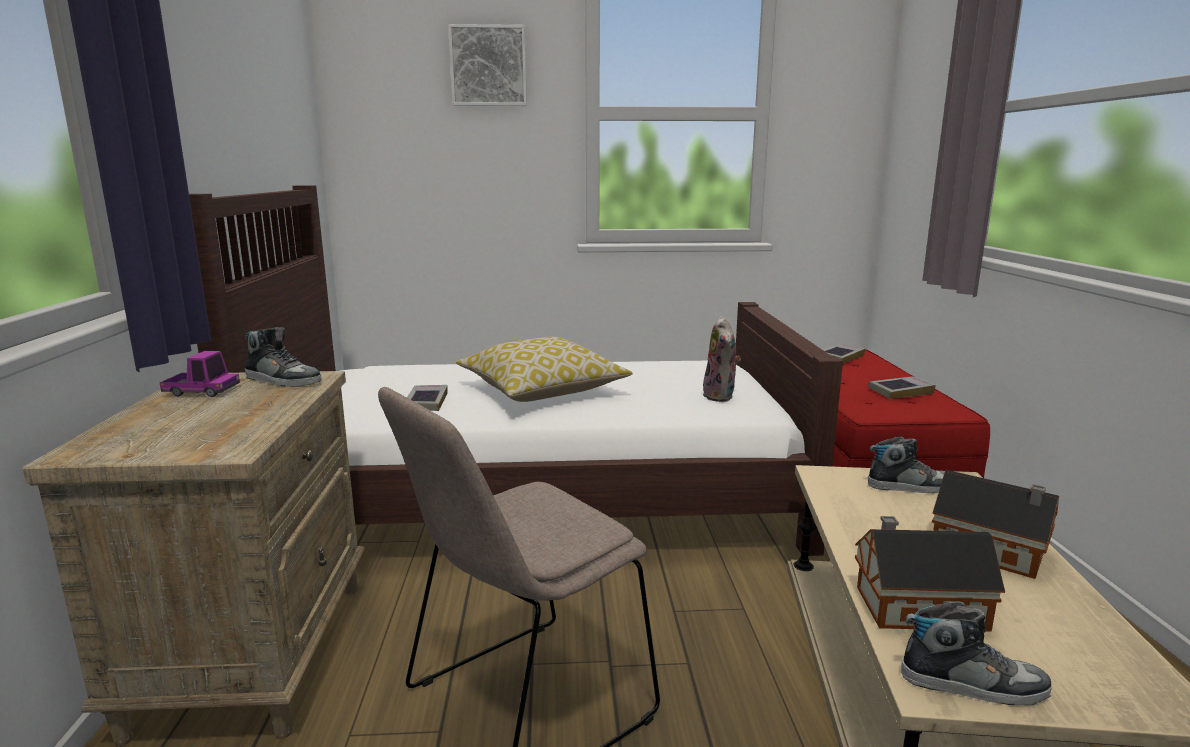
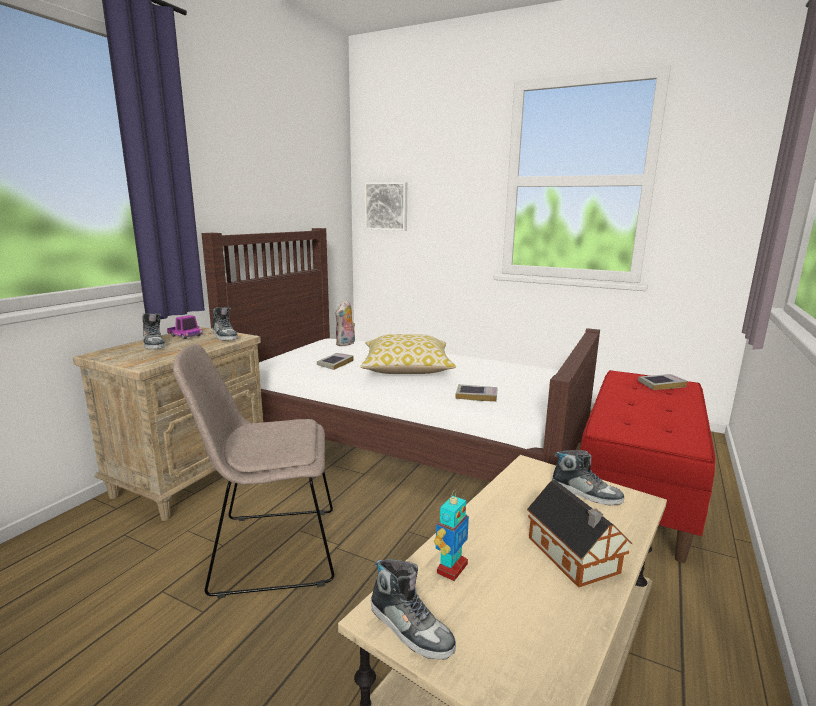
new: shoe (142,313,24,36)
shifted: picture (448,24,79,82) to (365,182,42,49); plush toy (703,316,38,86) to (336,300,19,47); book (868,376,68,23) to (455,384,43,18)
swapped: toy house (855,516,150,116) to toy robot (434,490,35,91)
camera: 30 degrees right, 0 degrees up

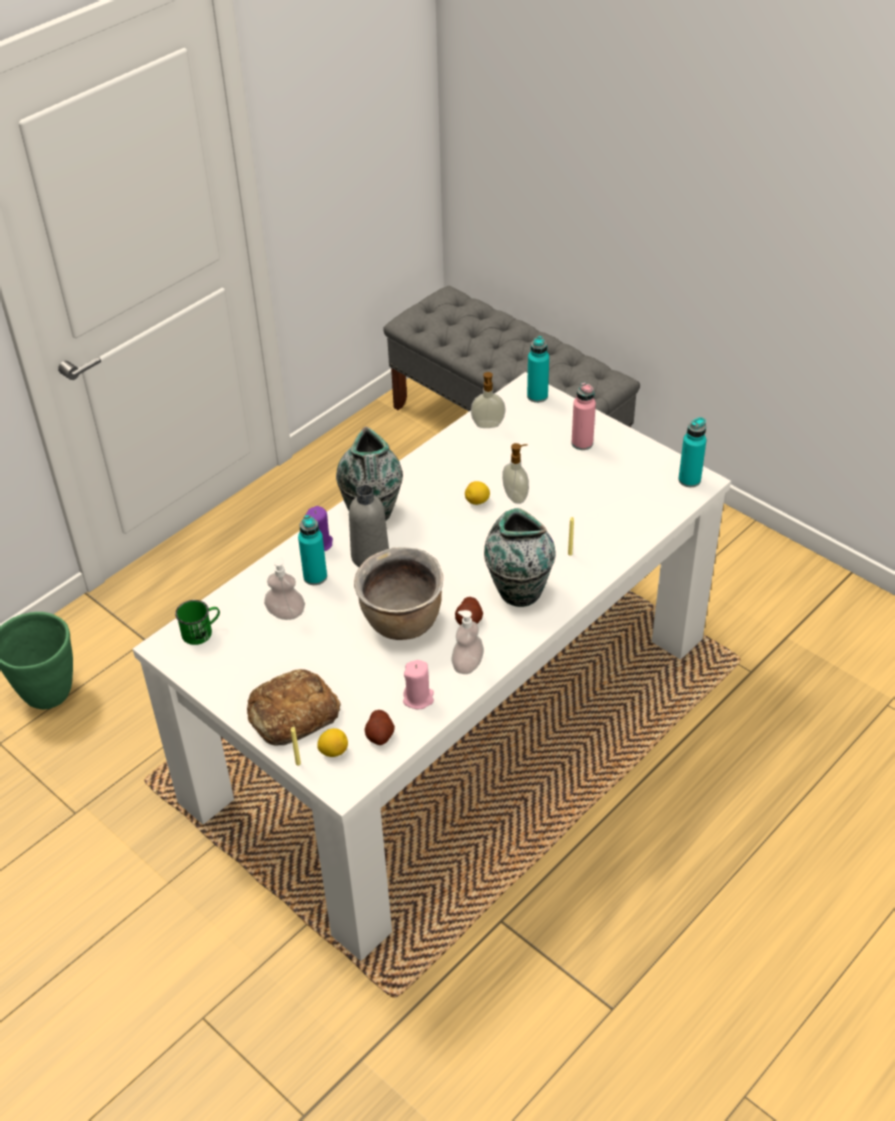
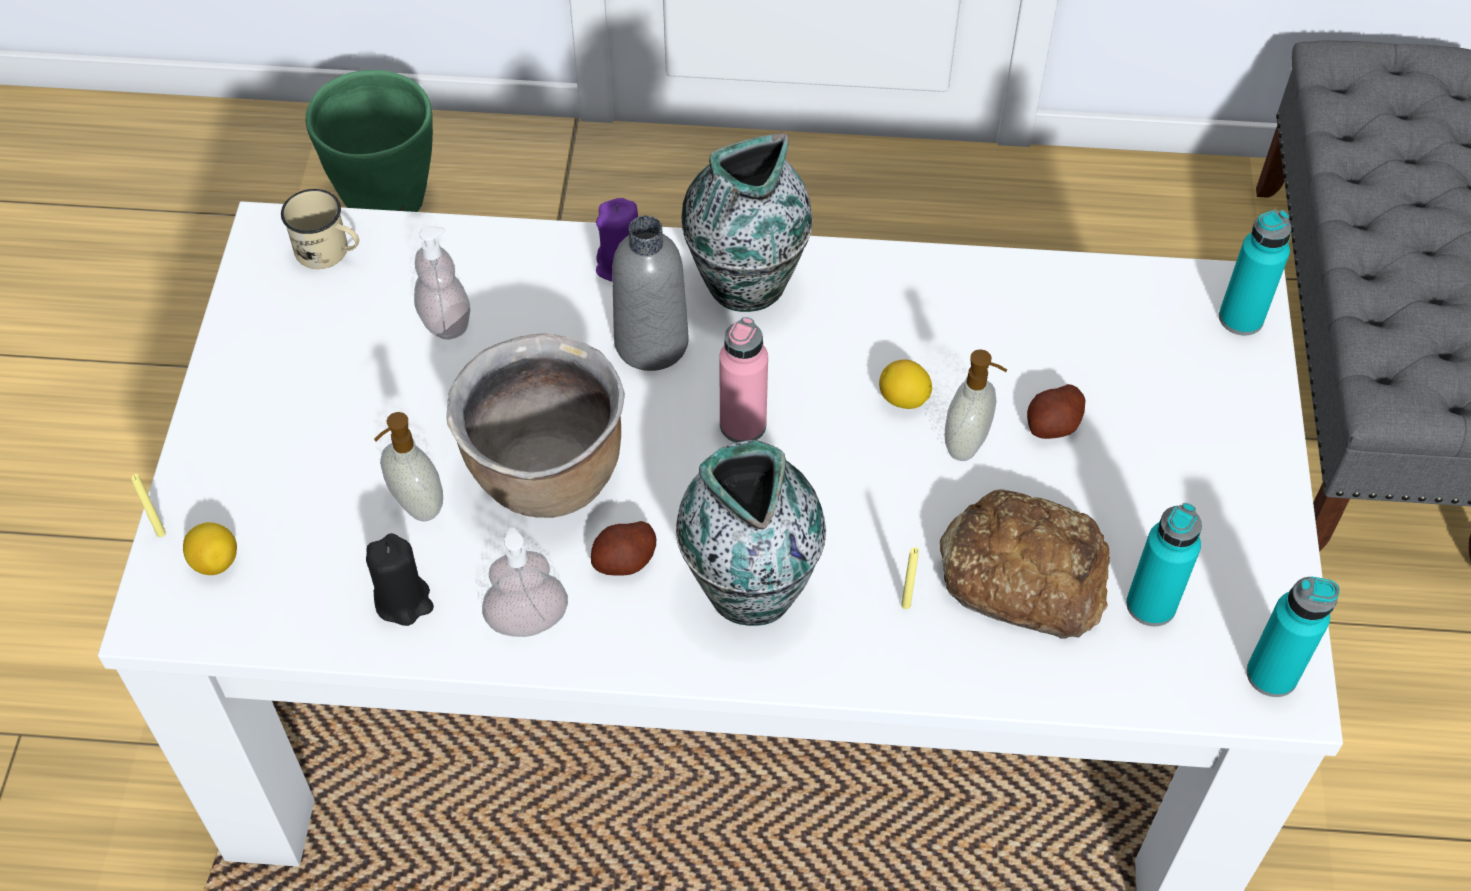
shifted: bread (247,669,94,76) to (940,490,170,149); turquoise bottle (298,515,29,70) to (1126,503,76,123); potato (364,710,31,35) to (1027,384,58,55); soap dispenser (471,372,35,56) to (374,412,69,110); pink bottle (572,382,24,68) to (719,317,49,126)
repainted: green mug (175,600,45,45) to beige mug (281,189,78,80); pink candle (403,660,31,49) to black candle (366,533,68,93)
camera: 50 degrees right, 10 degrees up

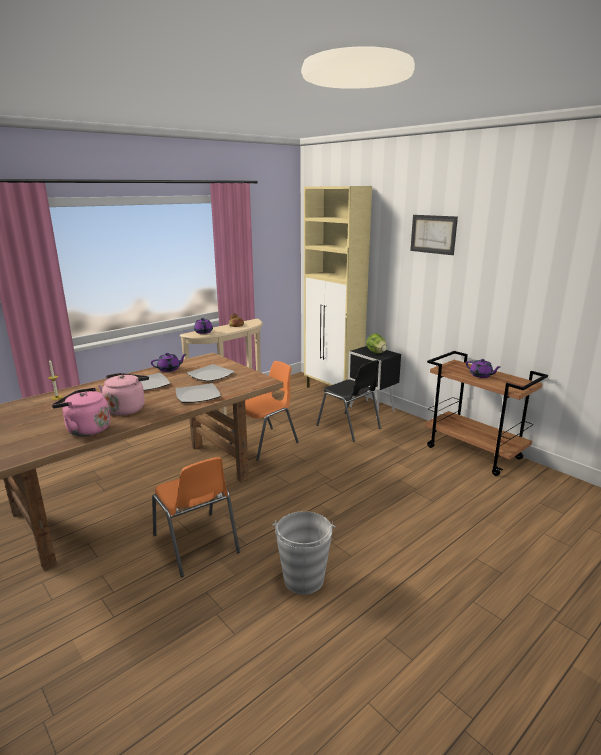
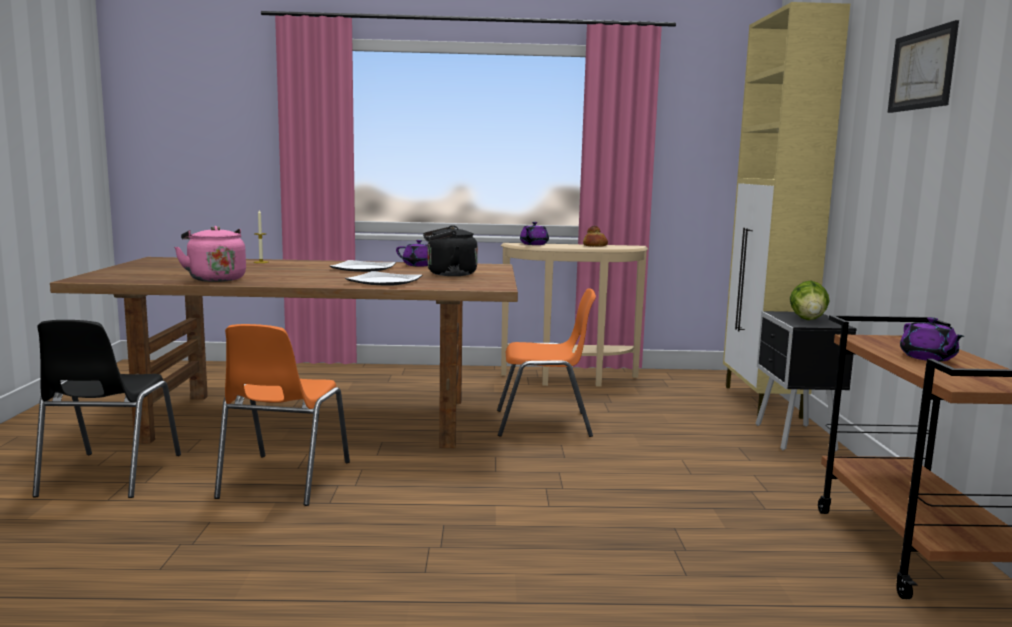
gone: pink kettle (98,373,51,42); grey bucket (272,511,64,84)
shifted: black chair (316,360,65,82) to (32,320,149,178)
swapped: plate (187,364,48,18) to black kettle (423,225,55,51)
camera: 40 degrees right, 10 degrees down

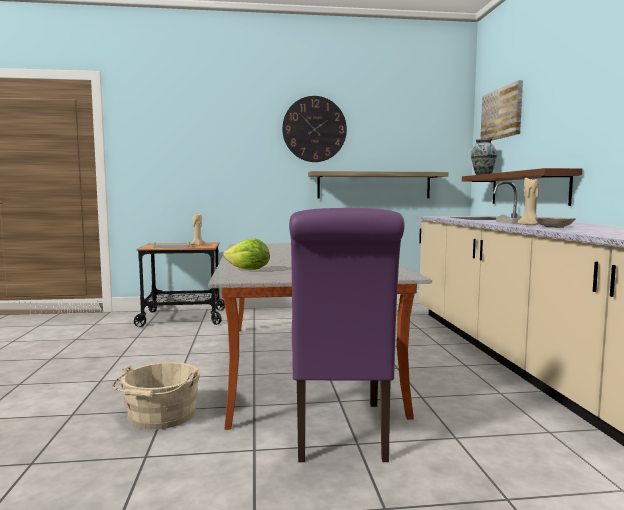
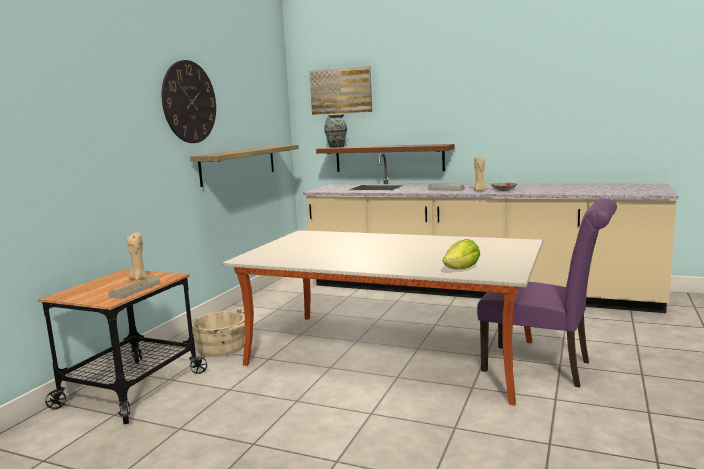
shifted: beige bucket (113,362,87,68) to (192,308,53,49)
camera: 60 degrees left, 5 degrees up

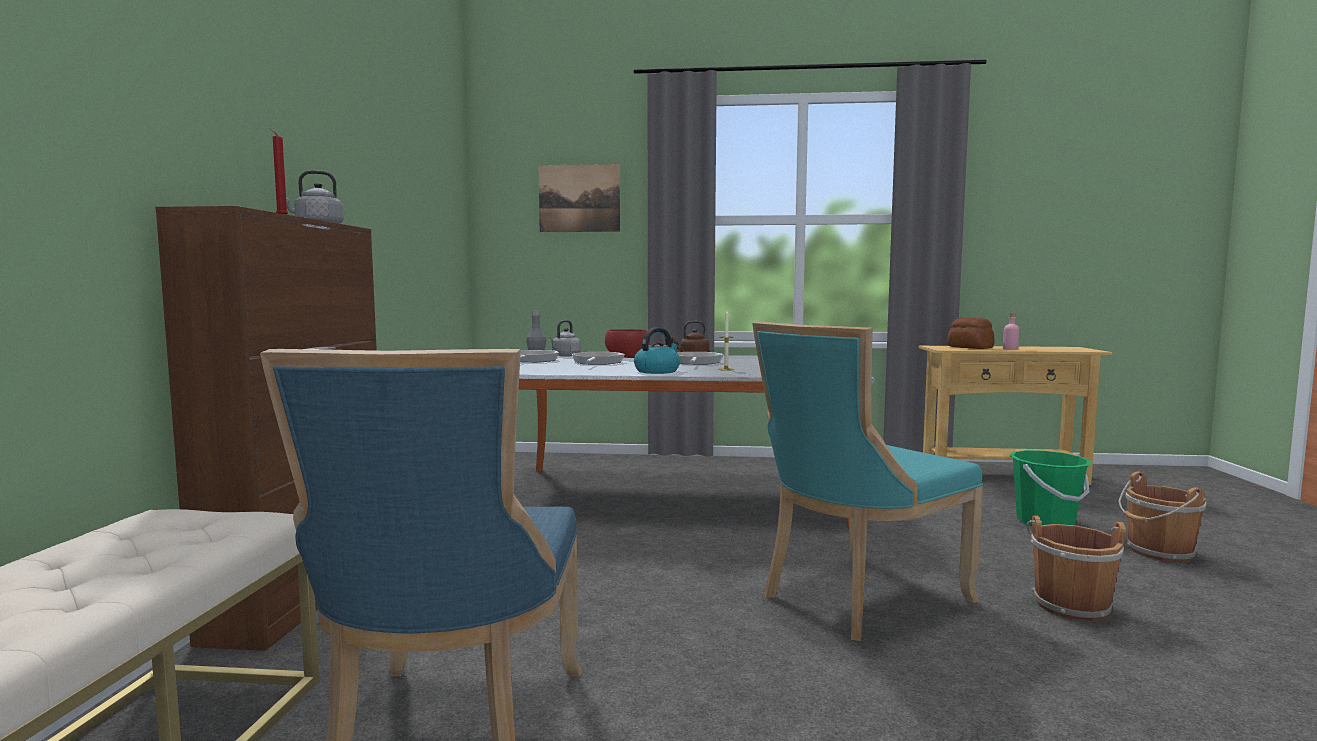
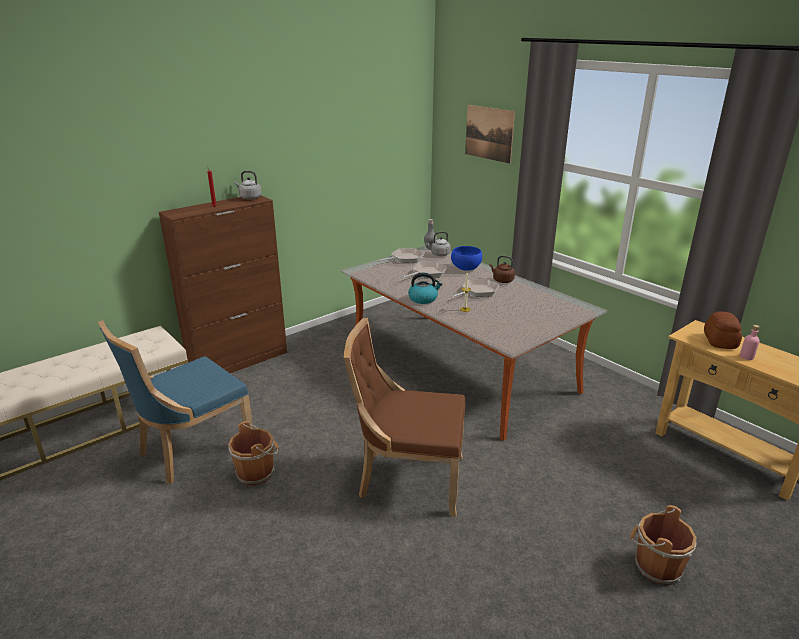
gone: green bucket (1009,450,83,76)
shifted: brown bucket (1027,516,99,105) to (228,421,51,64)
repainted: red bowl (605,329,45,29) to blue bowl (451,246,31,25); turquoise chair (752,322,231,319) to brown chair (344,318,121,199)
camera: 45 degrees right, 20 degrees up

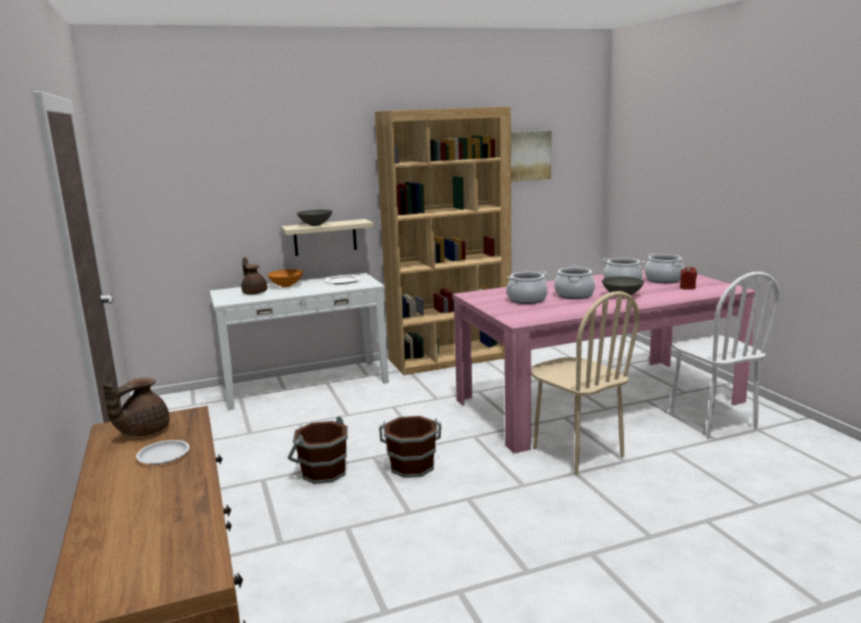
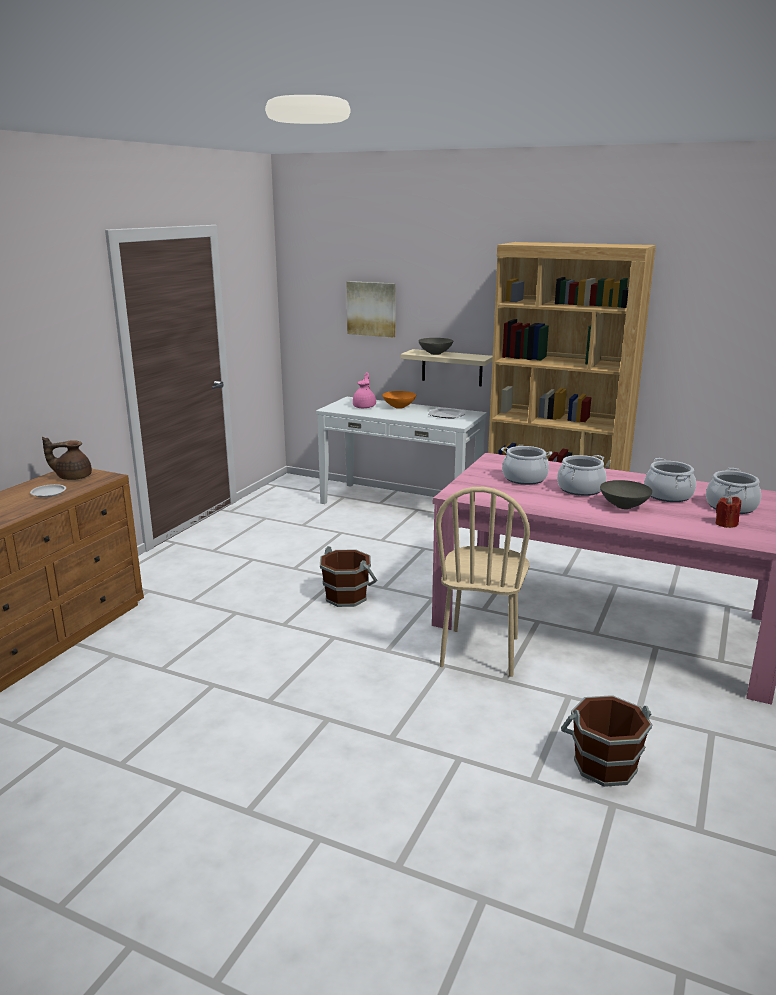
gone: white chair (669,272,111,167)
shifted: brown bucket (288,416,60,68) to (561,695,91,92); picture (511,130,41,52) to (346,281,50,56)
repainted: brown teapot (241,257,26,38) to pink teapot (353,372,23,36)
camera: 45 degrees right, 5 degrees up

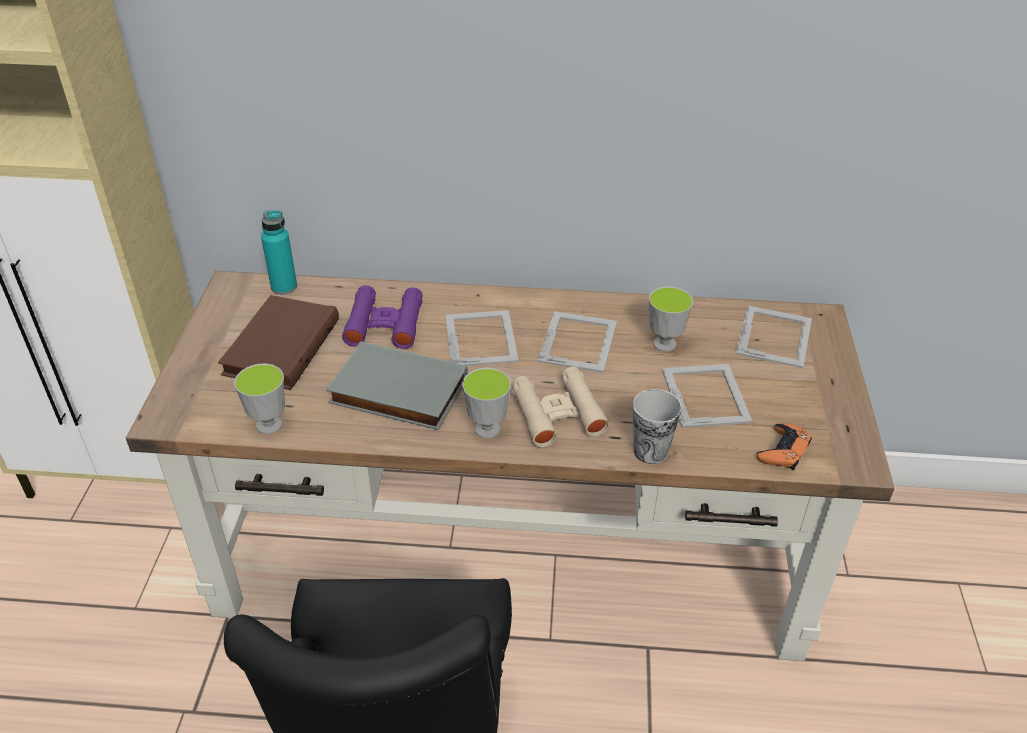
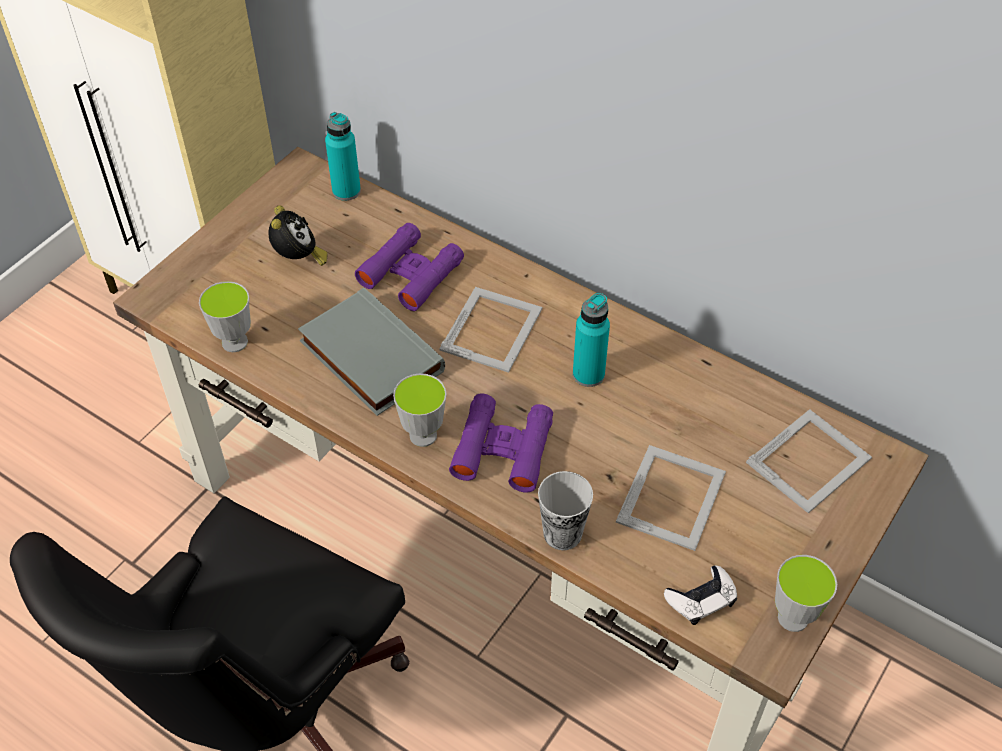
shifted: cup (649,287,44,65) to (775,555,62,77)
swapped: brown book (218,295,121,95) to alarm clock (268,205,60,61); picture frame (537,311,80,62) to turquoise bottle (573,293,37,94)
repainted: beige binoculars (511,367,98,81) to purple binoculars (449,394,104,99); orange game controller (757,423,55,47) to white game controller (664,565,73,60)
camera: 30 degrees right, 10 degrees up

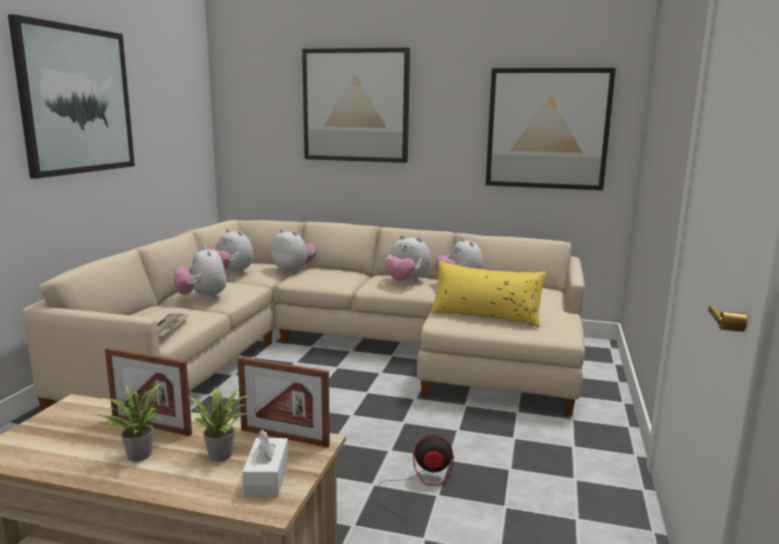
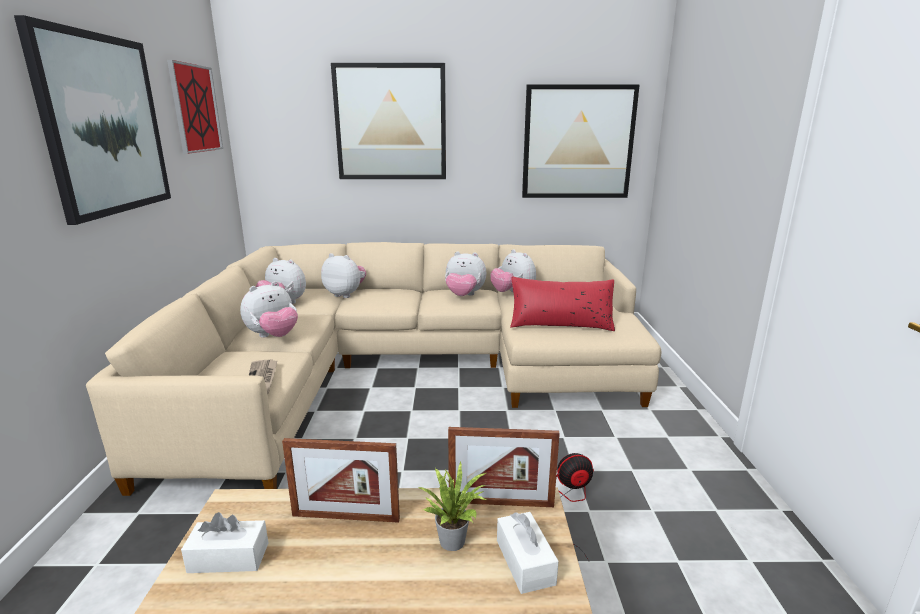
gone: potted plant (97,384,65,78)
new: picture (167,60,56,94); white tissue box (181,512,87,61)
repainted: yellow pillow (430,261,116,66) to red pillow (510,277,105,54)
rotated: plush toy (174,246,53,54) = (240,281,58,57) 90 degrees counterclockwise
camera: 15 degrees left, 5 degrees up

